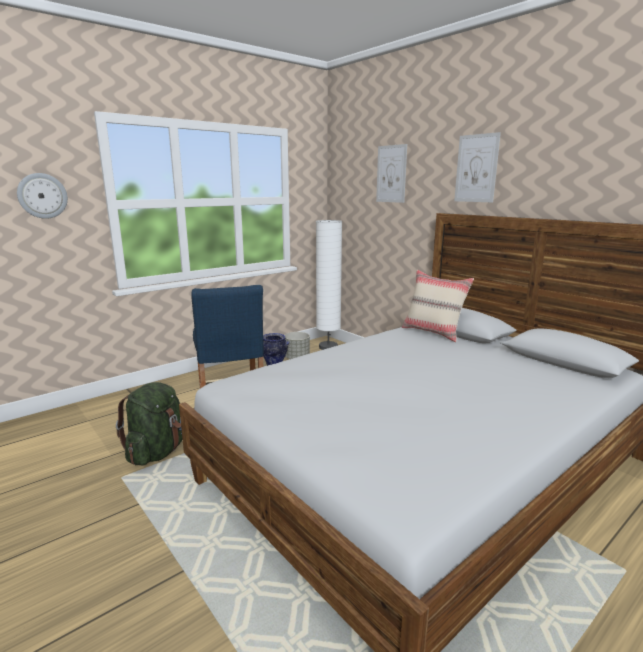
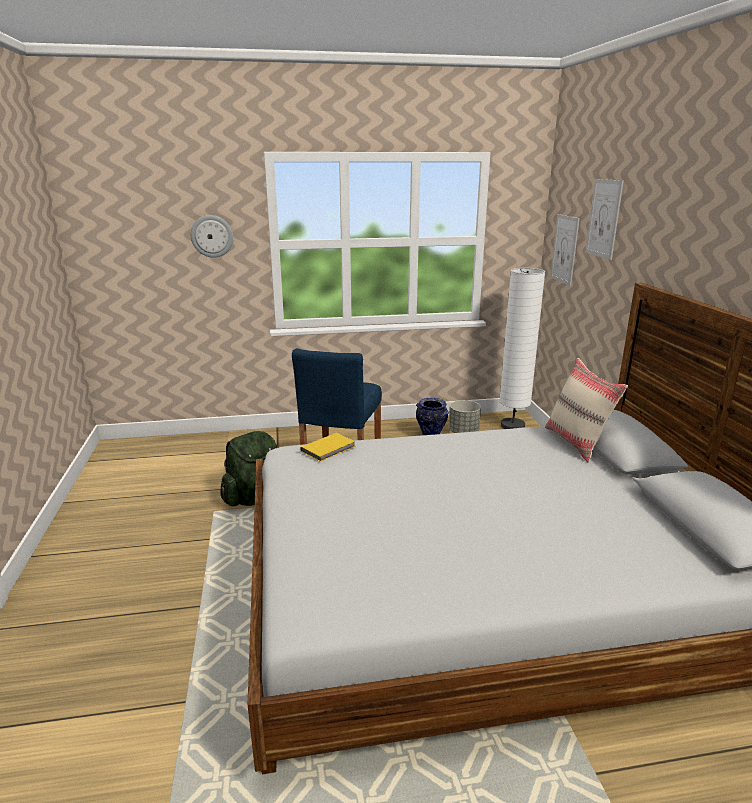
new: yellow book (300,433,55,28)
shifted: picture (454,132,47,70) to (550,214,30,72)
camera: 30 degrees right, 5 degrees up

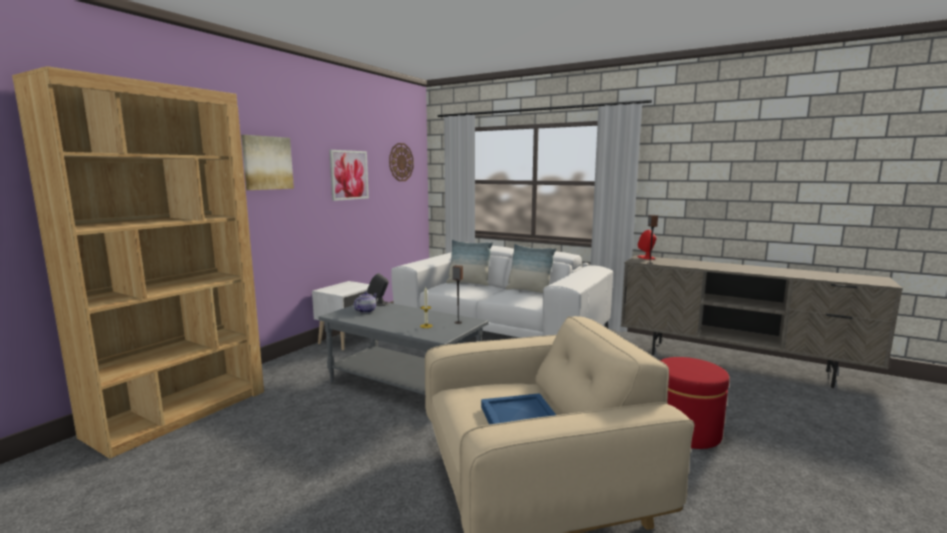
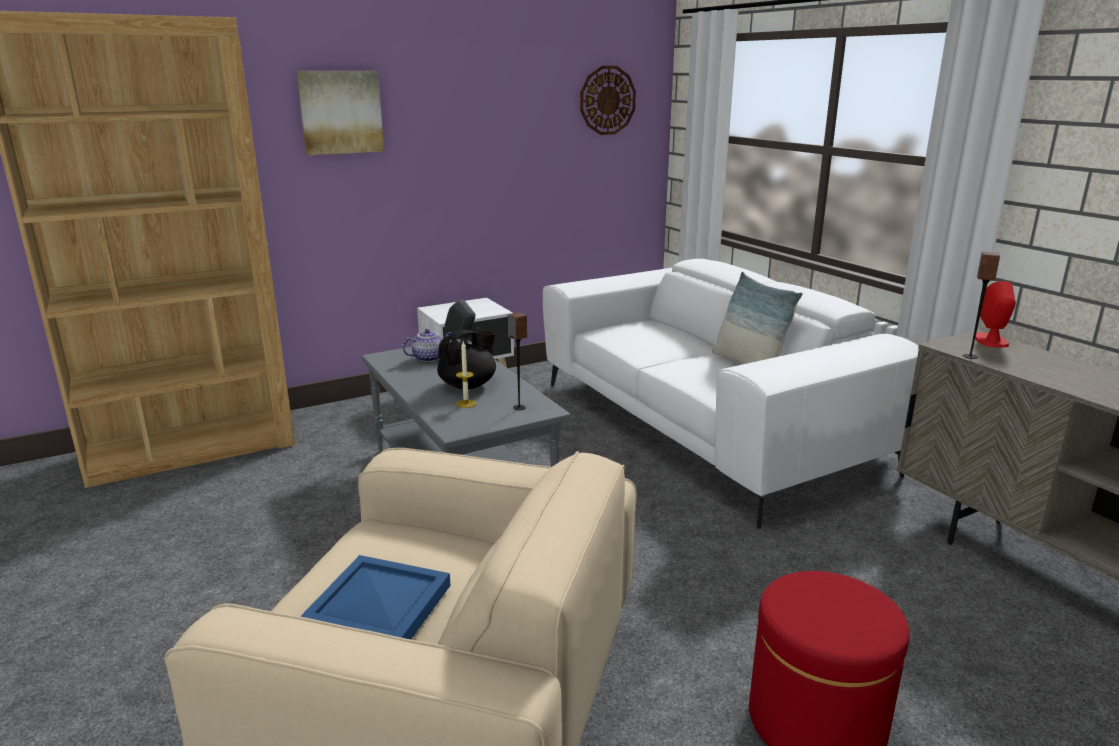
gone: picture (329,150,40,51); pillow (446,240,47,46)
new: black teapot (437,330,59,59)
camera: 30 degrees right, 10 degrees up

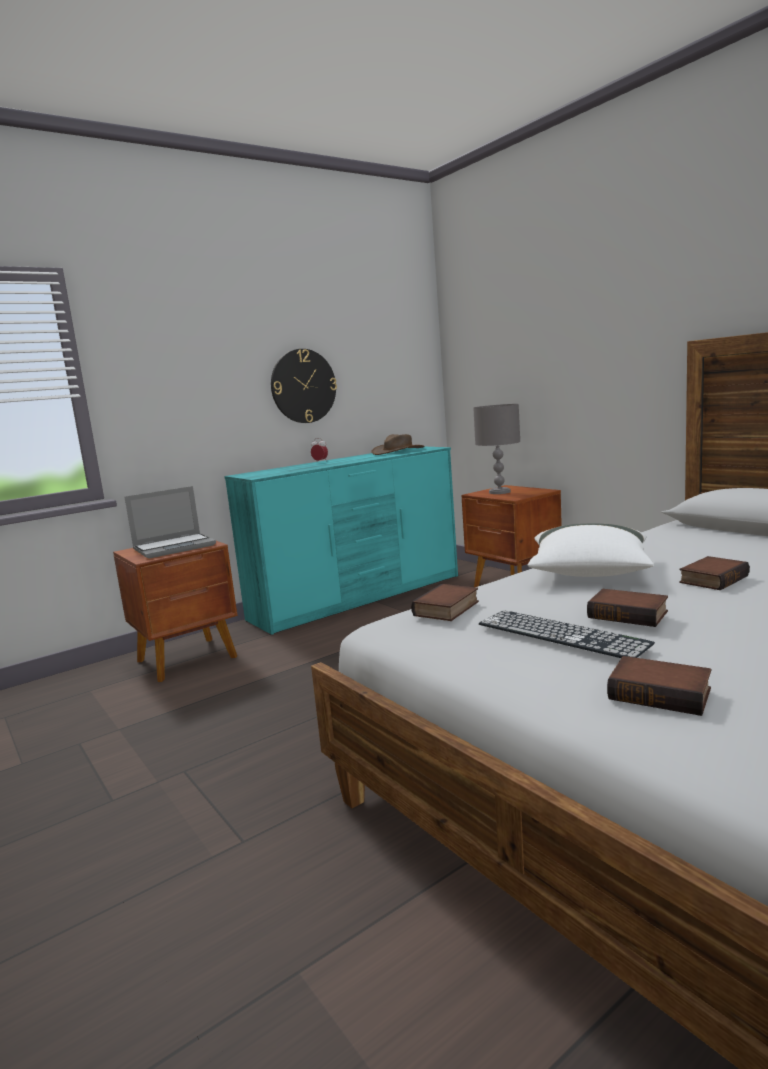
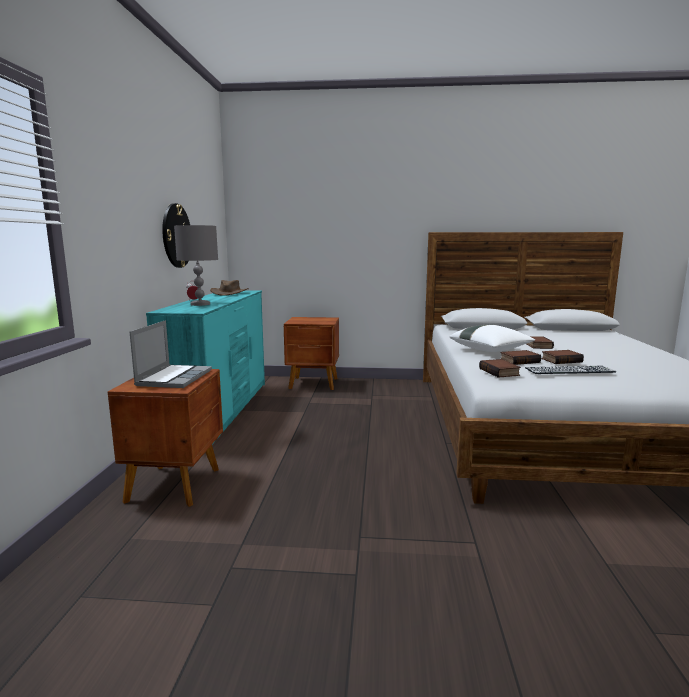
shifted: grey table lamp (473,404,47,90) to (174,225,44,81); book (607,656,104,60) to (500,350,41,15)
camera: 50 degrees left, 0 degrees up

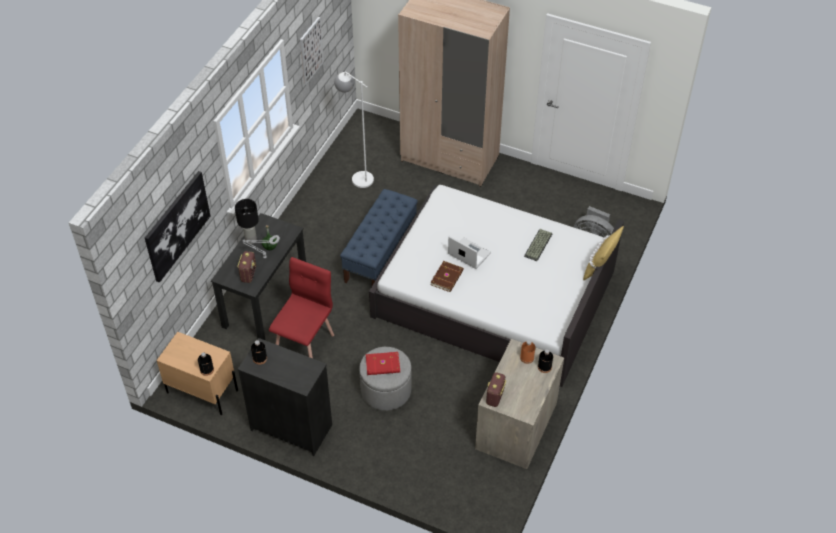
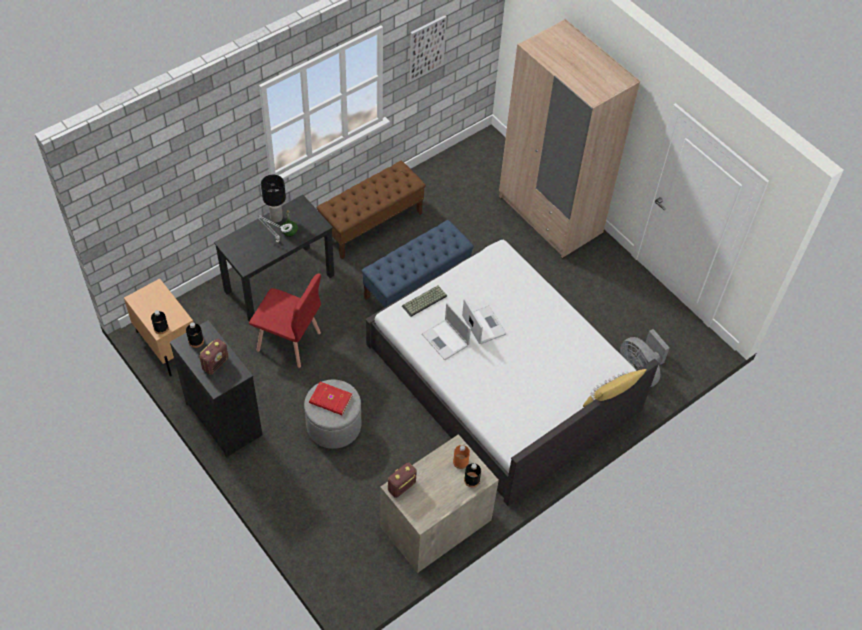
gone: picture (145,171,65,112); white floor lamp (334,71,40,117)
new: brown bench (317,161,109,98)
shifted: radio (237,251,19,32) to (199,339,30,36); keyboard (524,229,29,32) to (402,286,45,31)
swapped: brown book (430,261,34,31) to laptop (422,303,49,57)
rotated: red chair (269,257,65,101) = (249,273,72,95) 60 degrees clockwise
camera: 25 degrees right, 5 degrees up

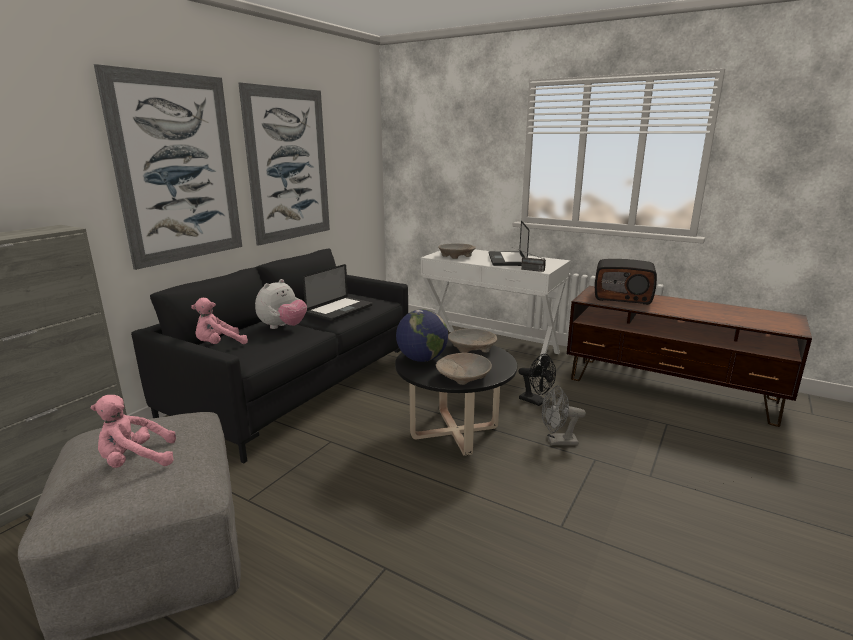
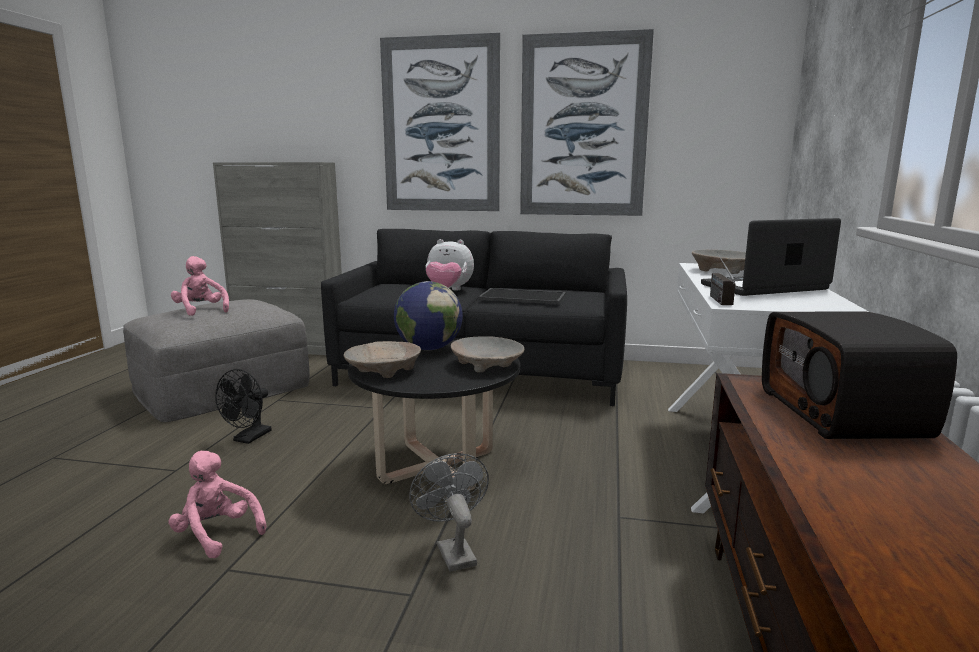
shifted: pink plush toy (191,298,57,46) to (168,451,98,107); black fan (518,354,38,52) to (215,369,57,75)
swapped: laptop (303,264,70,57) to tray (478,288,88,16)
camera: 70 degrees right, 5 degrees down

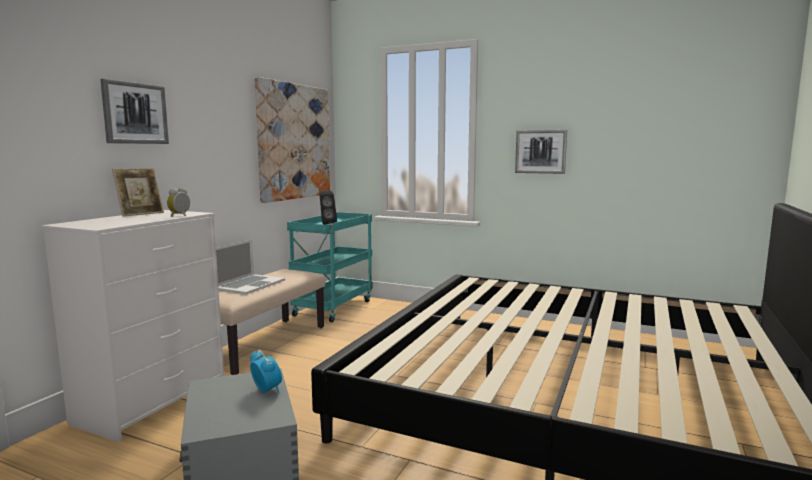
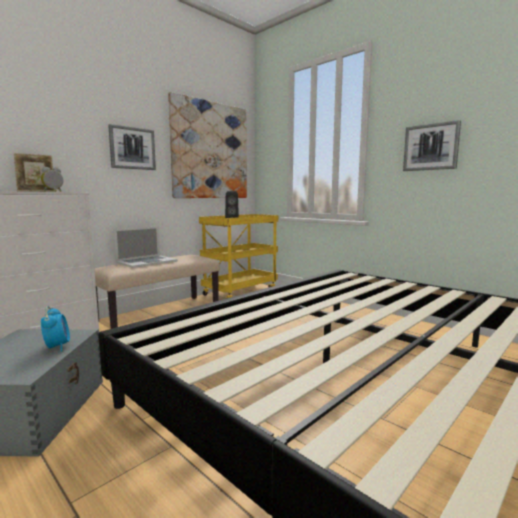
shifted: picture (100,79,69,65) to (108,124,48,46)
repainted: turquoise cart (287,212,86,110) to yellow cart (199,214,79,85)
camera: 20 degrees right, 0 degrees up

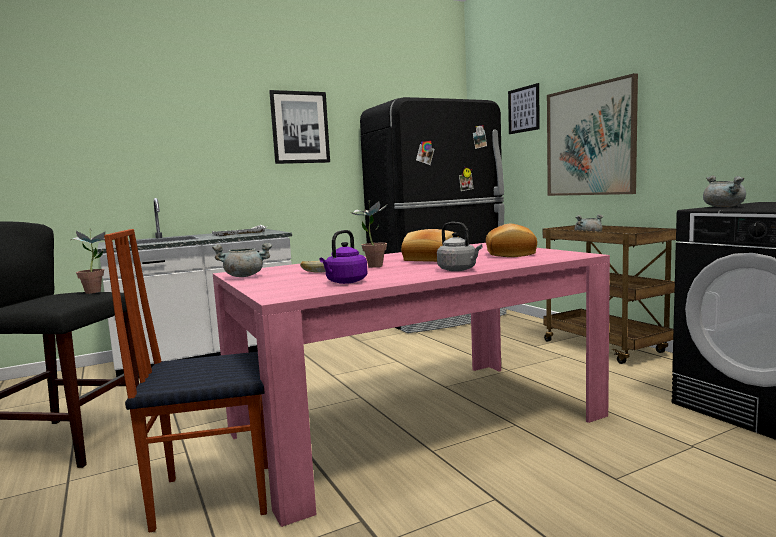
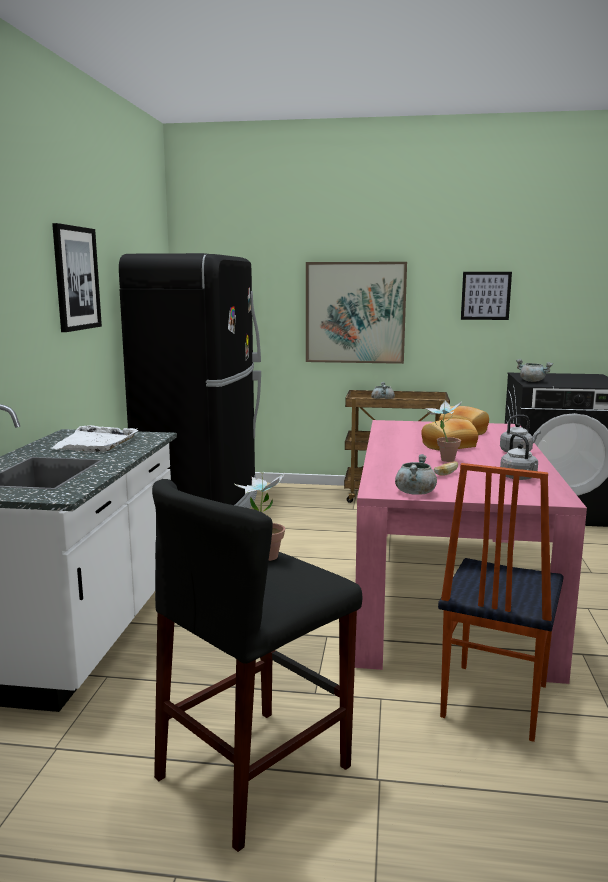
shifted: picture (508,83,32,51) to (461,272,51,48)
repainted: purple kettle (319,230,49,54) to grey kettle (500,434,38,46)
camera: 55 degrees left, 5 degrees up

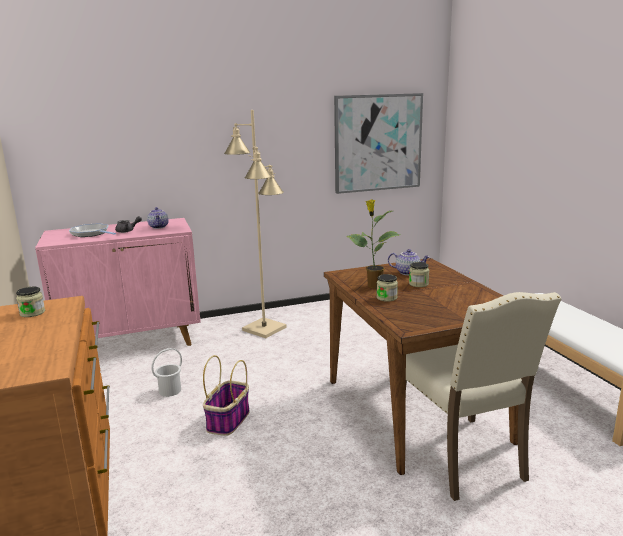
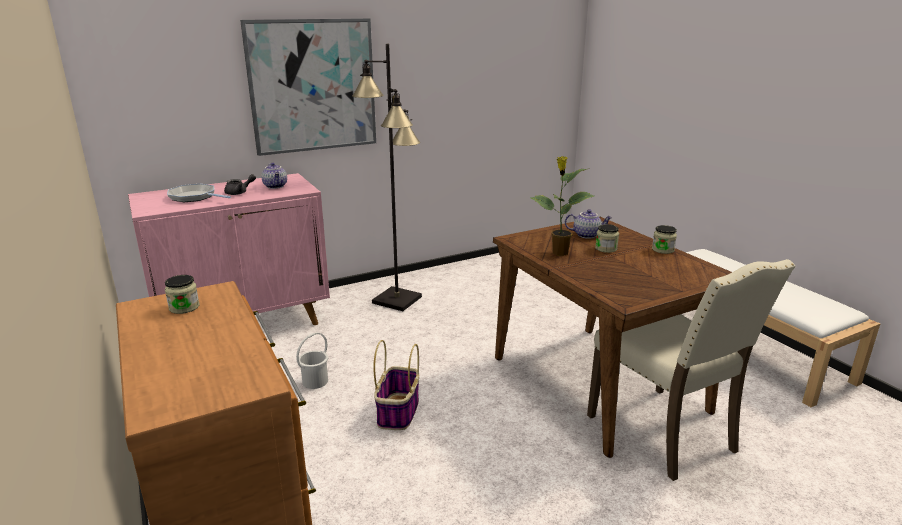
shifted: picture (334,93,89,101) to (240,18,136,138); jar (376,274,22,28) to (652,225,25,29)
repainted: beige floor lamp (224,110,63,228) to black floor lamp (352,44,70,267)
camera: 10 degrees left, 5 degrees up

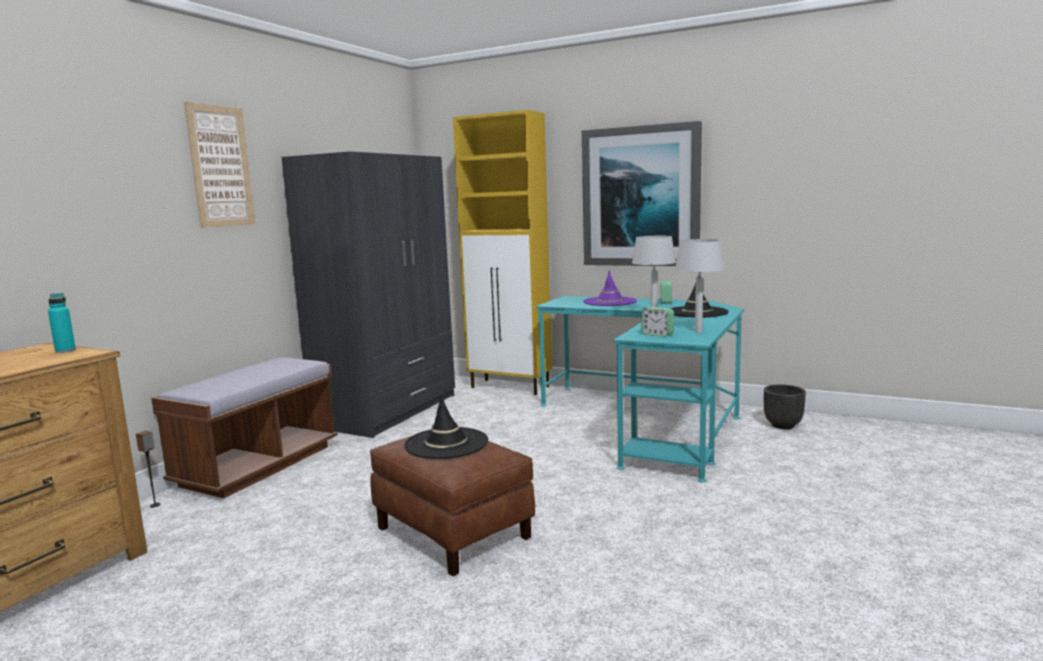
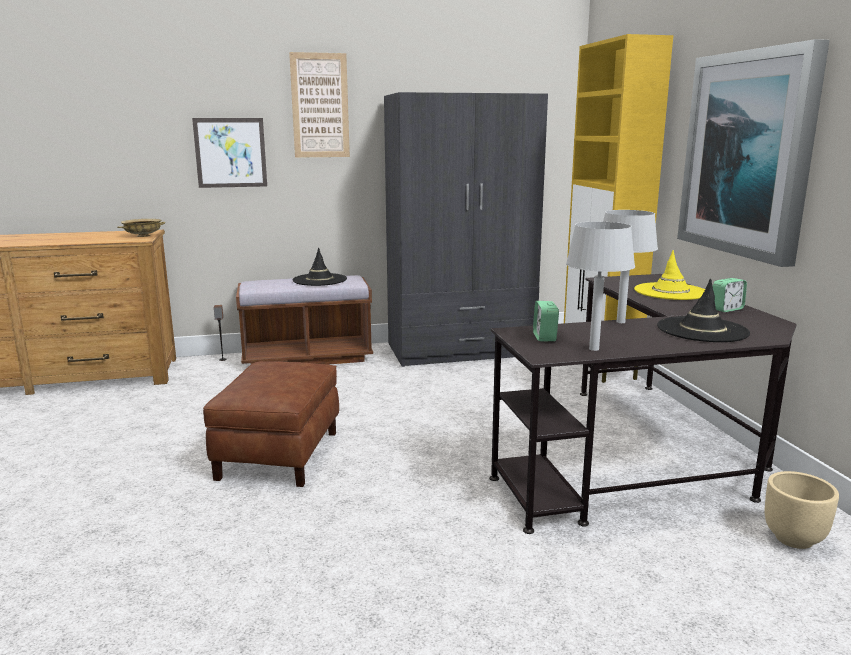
new: picture (192,118,75,70)
shifted: black hat (404,394,84,65) to (292,247,55,39)
swapped: turquoise bottle (48,293,28,60) to beige bowl (117,219,48,18)
repainted: turquoise desk (536,296,208,186) to black desk (489,274,308,260); purple hat (583,270,54,36) to yellow hat (634,250,71,50); black planter (764,384,42,45) to beige planter (765,471,74,78)
camera: 50 degrees right, 5 degrees up

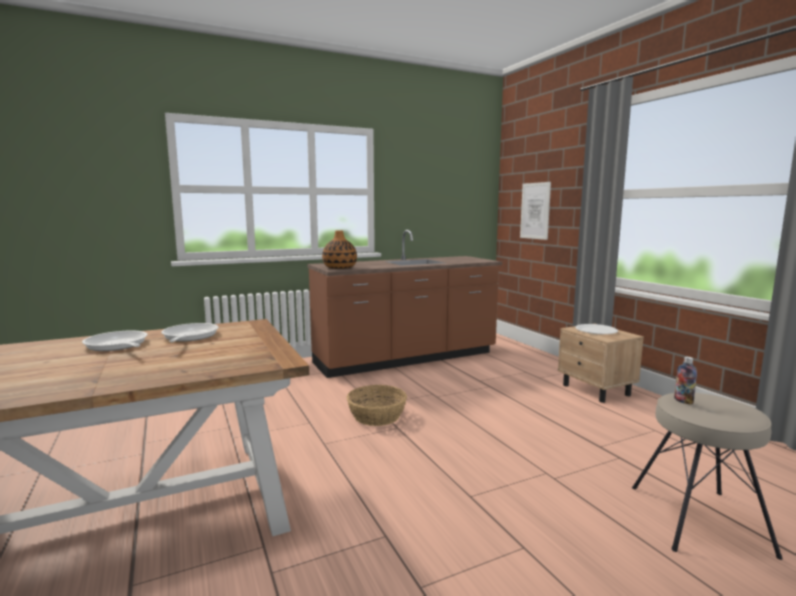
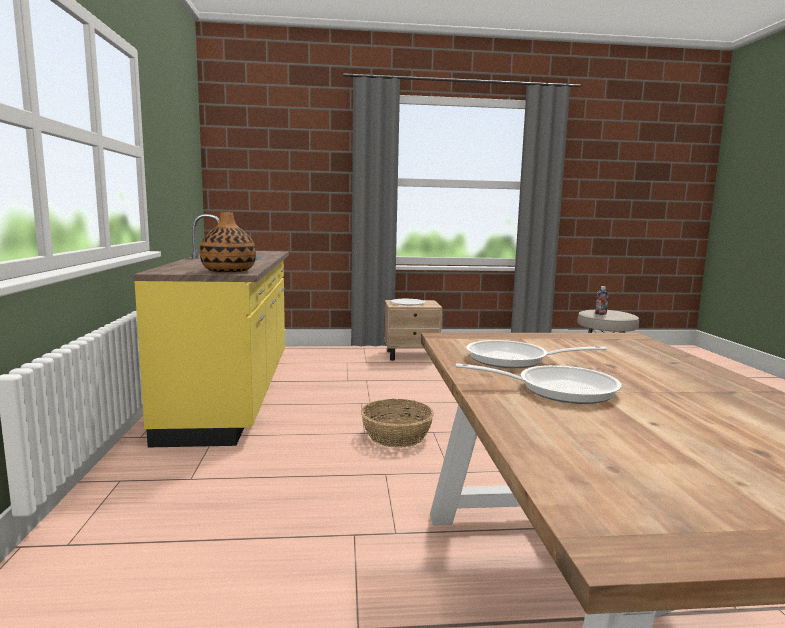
gone: picture (520,182,31,58)
repainted: brown counter (307,230,195,148) to yellow counter (133,214,156,233)
rotated: frying pan (82,331,65,20) = (455,363,166,41) 150 degrees counterclockwise
camera: 70 degrees left, 0 degrees up

